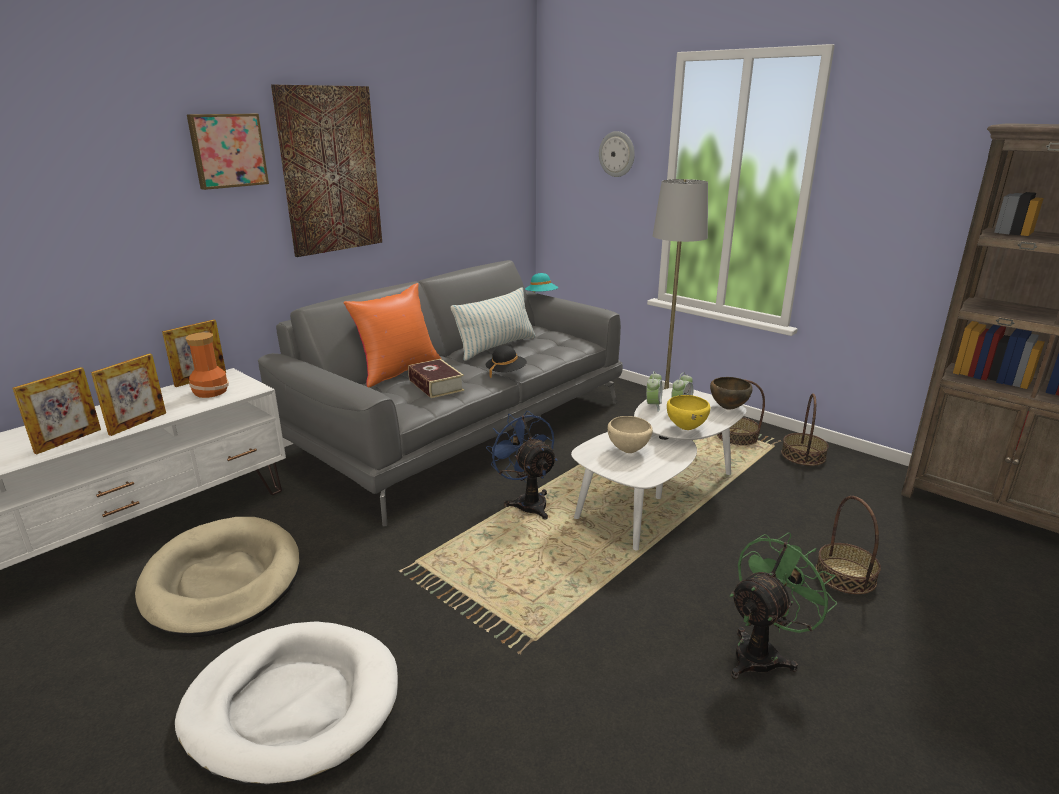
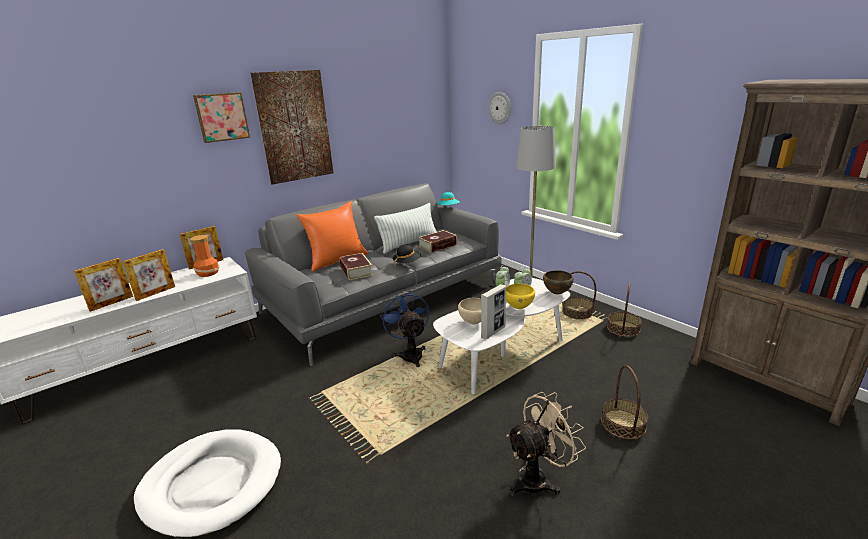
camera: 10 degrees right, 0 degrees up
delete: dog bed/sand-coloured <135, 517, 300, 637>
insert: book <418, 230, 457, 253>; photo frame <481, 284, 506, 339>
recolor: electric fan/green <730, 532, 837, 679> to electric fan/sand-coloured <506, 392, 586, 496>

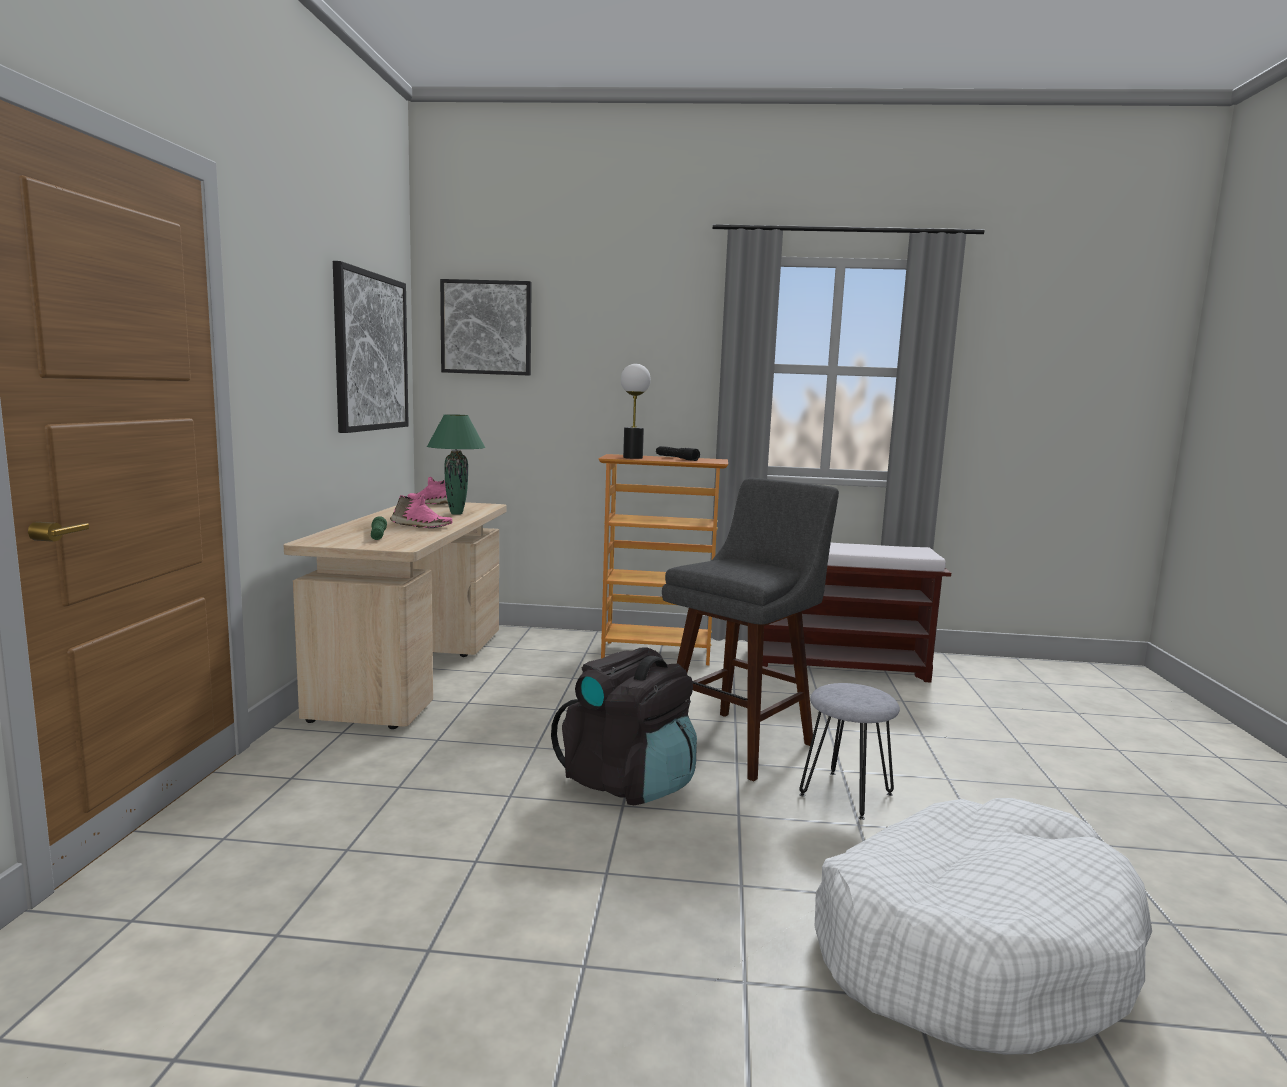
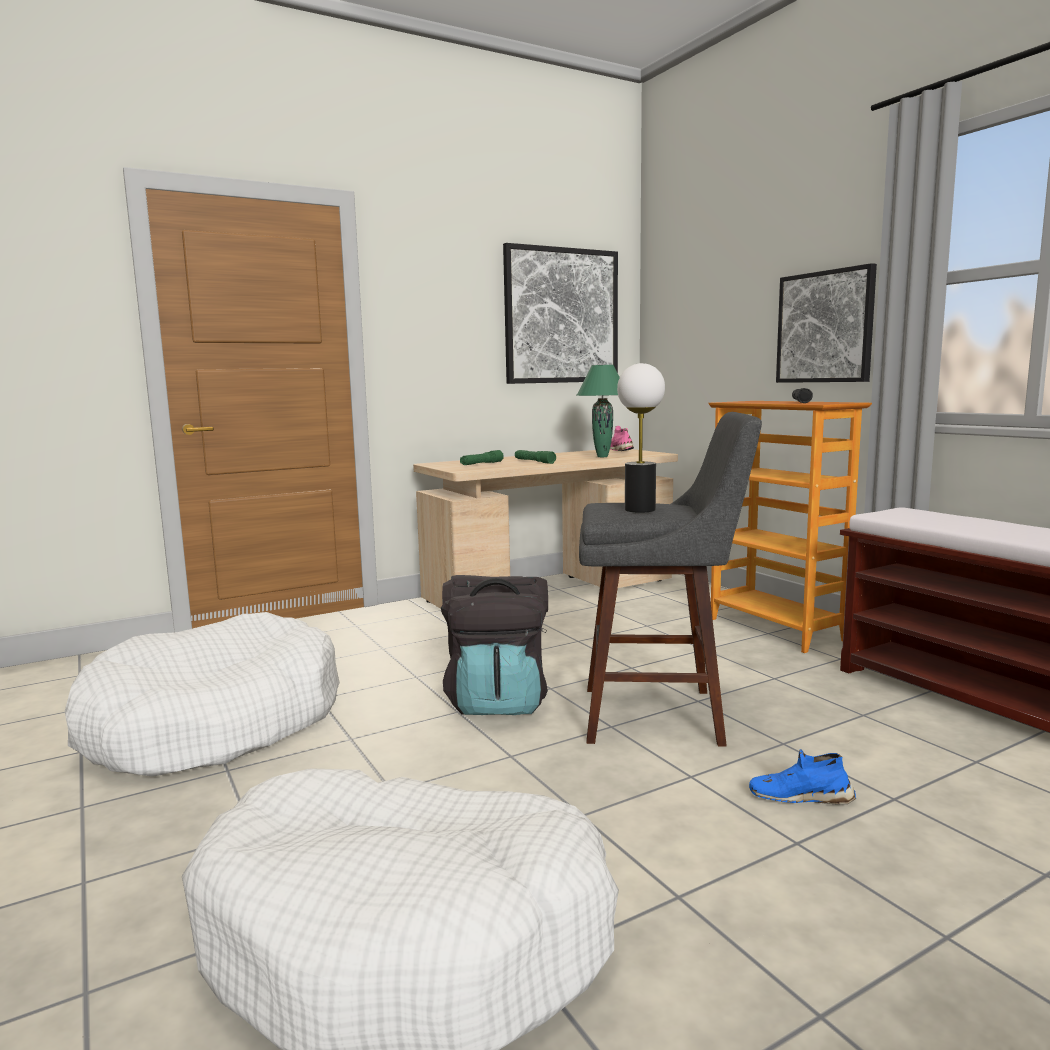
camera: 55 degrees right, 0 degrees up
delete: sitting stool/grey <799, 683, 900, 820>
insert: dog bed/white-coloured <65, 612, 340, 777>; item of footwear/blue-coloured <749, 749, 856, 804>
move: table lamp <621, 364, 651, 459> to <617, 363, 665, 513>; wall art <440, 279, 532, 376> to <776, 263, 877, 383>
replace: item of footwear/pink-coloured <390, 495, 452, 528> to hand torch/green <515, 450, 556, 464>

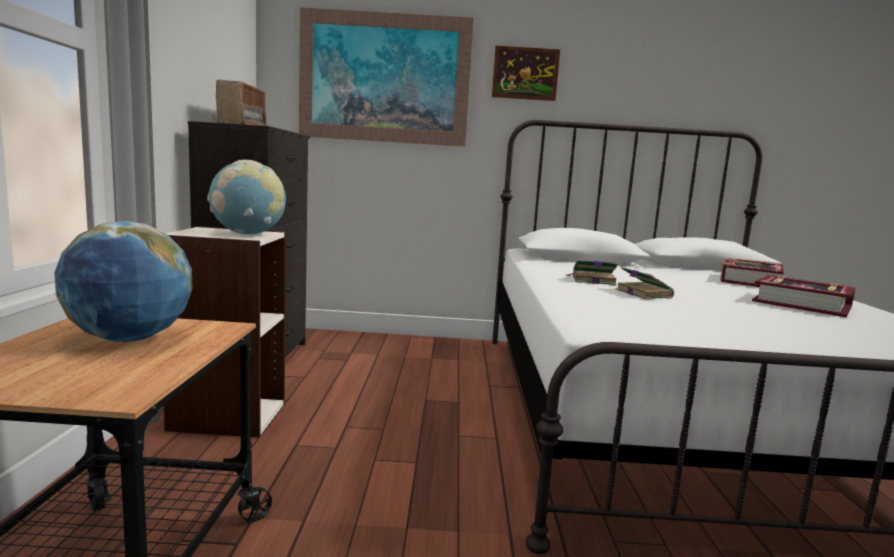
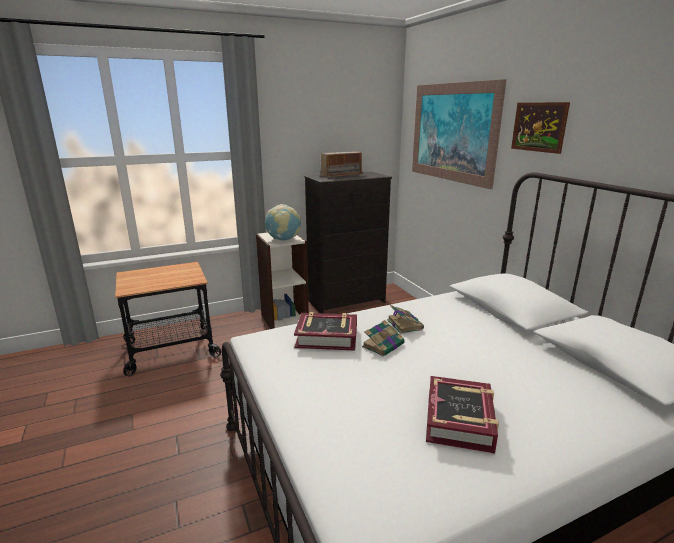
camera: 65 degrees right, 10 degrees up
delete: world globe <54, 221, 192, 342>
move: book <720, 258, 784, 287> to <294, 312, 357, 350>

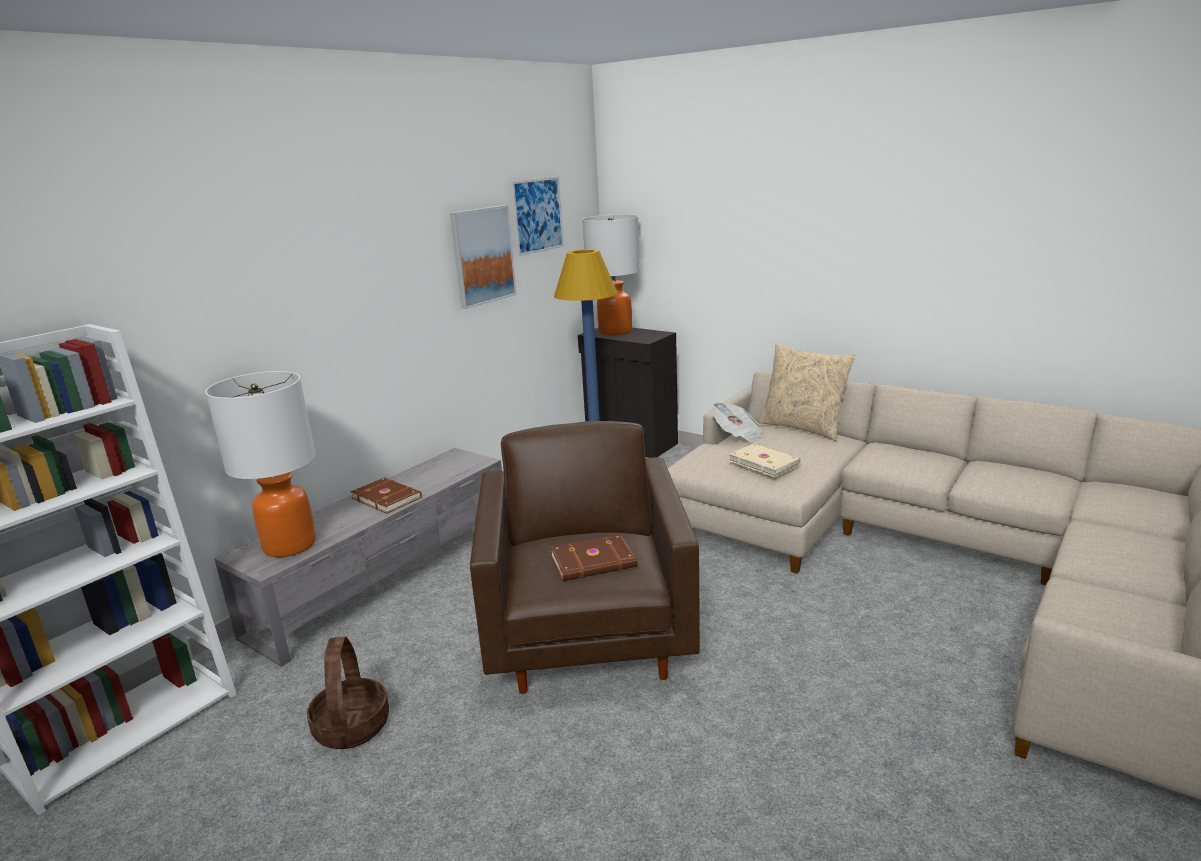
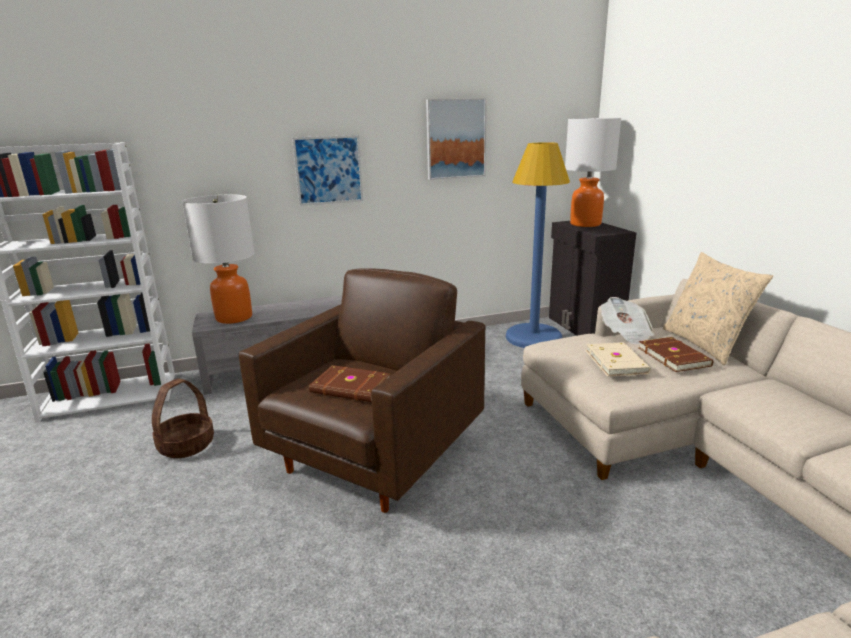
camera: 35 degrees right, 0 degrees up
move: wall art <511, 176, 564, 257> to <292, 135, 363, 206>; book/brown <350, 477, 422, 514> to <638, 337, 713, 372>

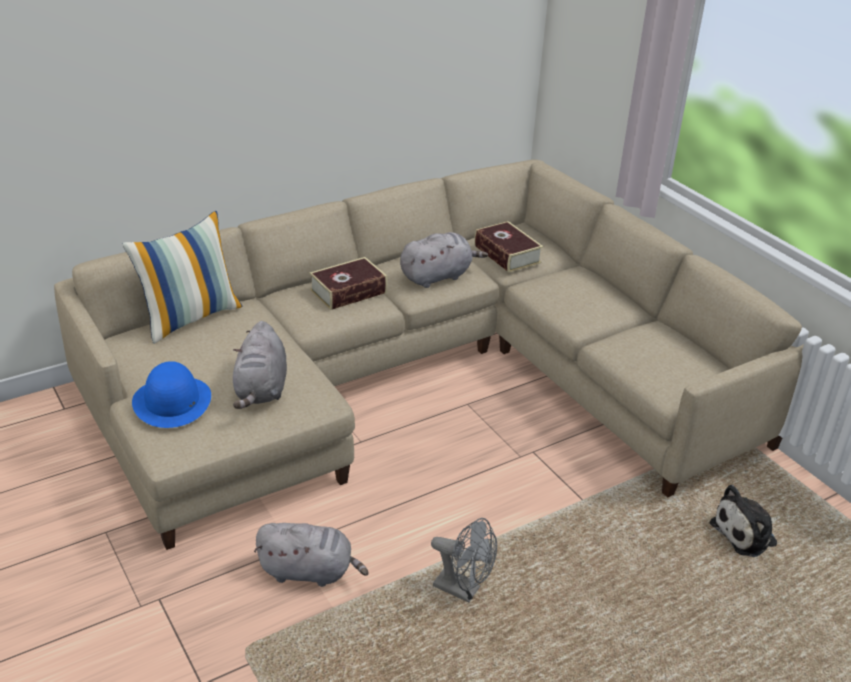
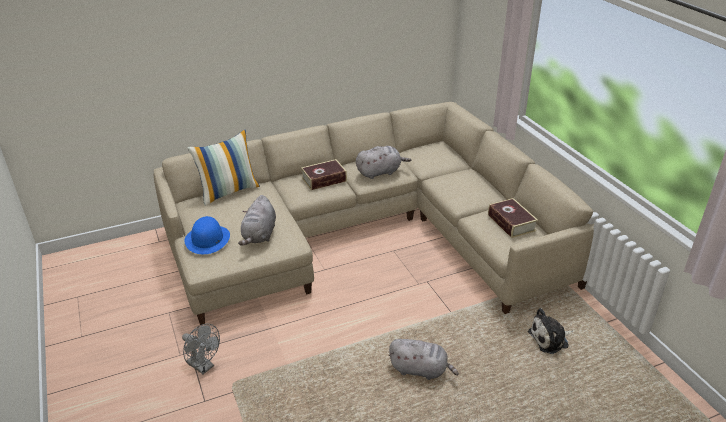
camera: 10 degrees right, 0 degrees up
move: electric fan/grey <431, 518, 497, 603> to <182, 324, 220, 374>; plush toy/grey <254, 523, 369, 587> to <389, 339, 459, 380>; book <474, 221, 543, 273> to <488, 198, 538, 238>

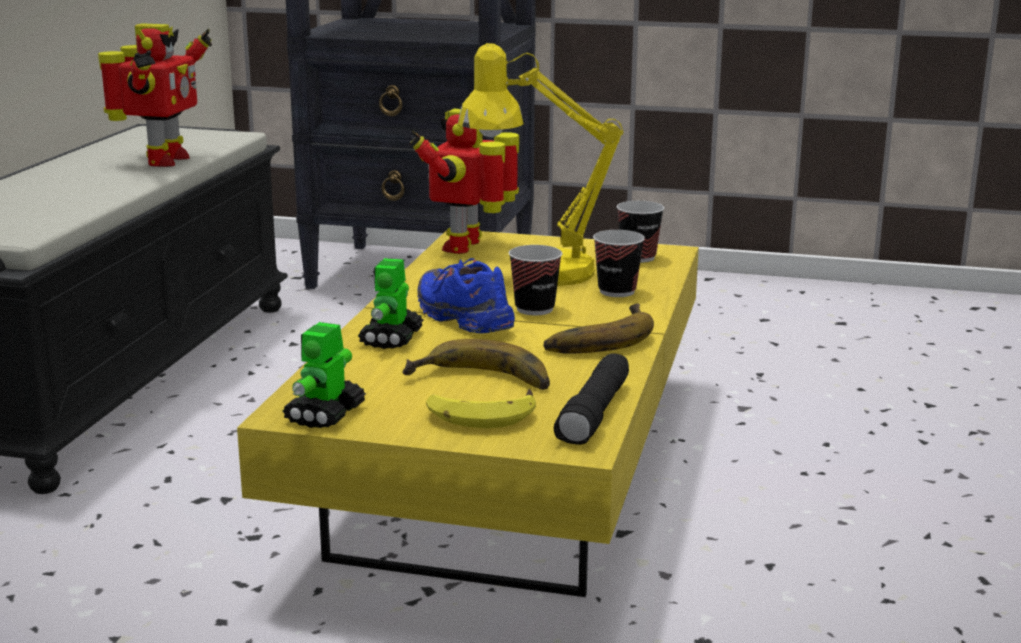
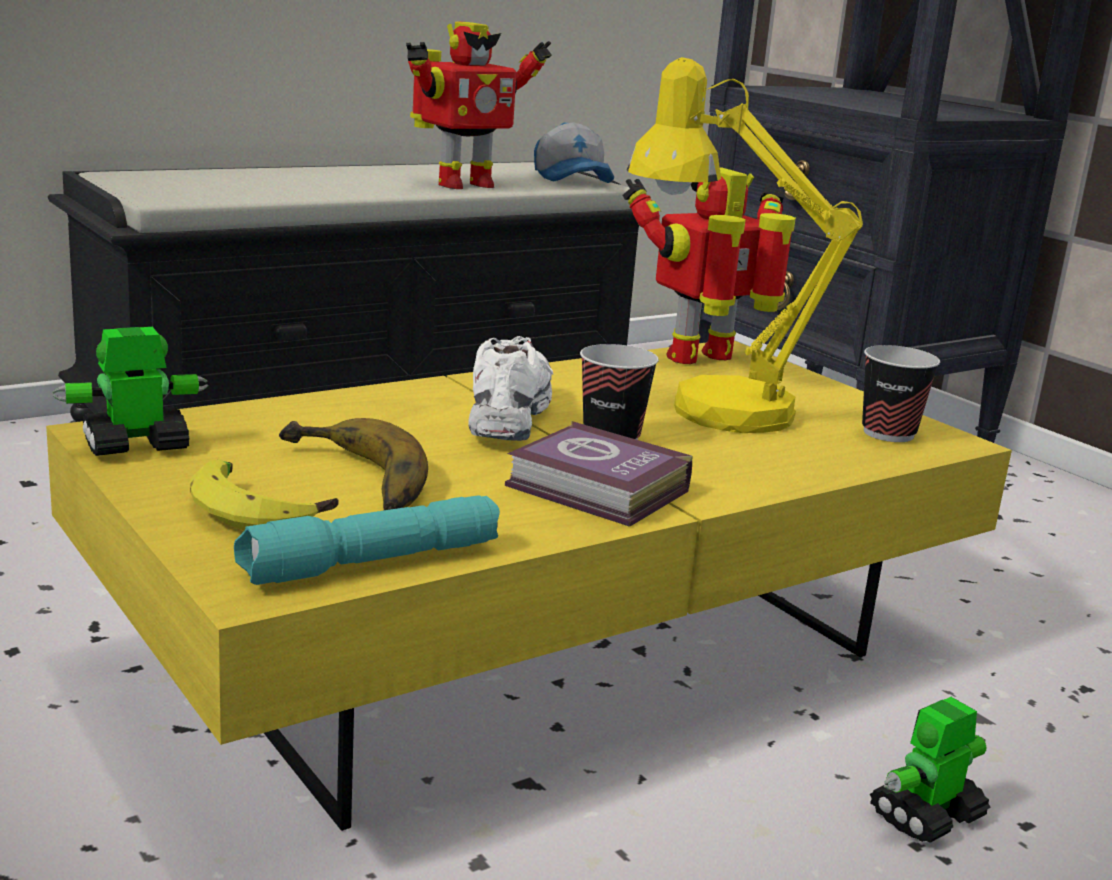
camera: 40 degrees right, 0 degrees up
delete: drinking cup <593, 230, 645, 297>
insert: cap <534, 122, 614, 183>
move: toy robot <358, 258, 423, 349> to <870, 697, 991, 843>
replace: banana <543, 303, 654, 354> to book <505, 421, 692, 527>
recolor: hand torch/blackish <554, 353, 629, 445> to hand torch/turquoise-coloured <234, 495, 500, 585>; item of footwear/blue-coloured <417, 258, 515, 333> to item of footwear/white-coloured <468, 336, 553, 441>

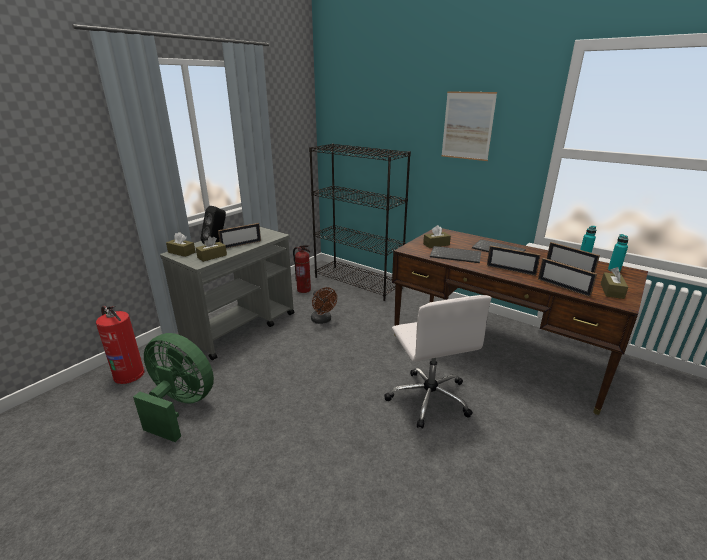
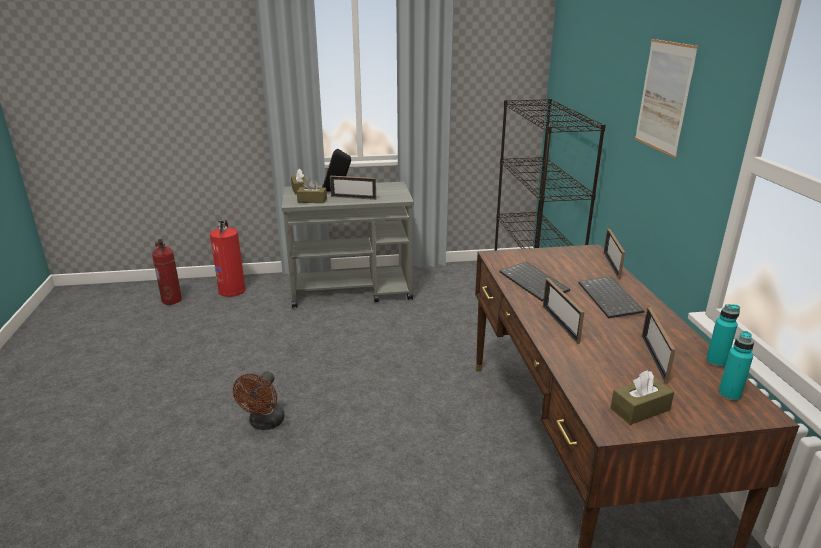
camera: 45 degrees right, 0 degrees up
delete: electric fan/green <133, 333, 214, 442>; office chair/white-coloured <384, 295, 492, 429>; tissue holder/brown <423, 225, 451, 248>
move: extinguisher <293, 245, 311, 293> to <152, 239, 182, 305>; electric fan/brown <311, 287, 337, 324> to <233, 371, 285, 430>; photo frame <538, 258, 597, 297> to <603, 228, 625, 279>

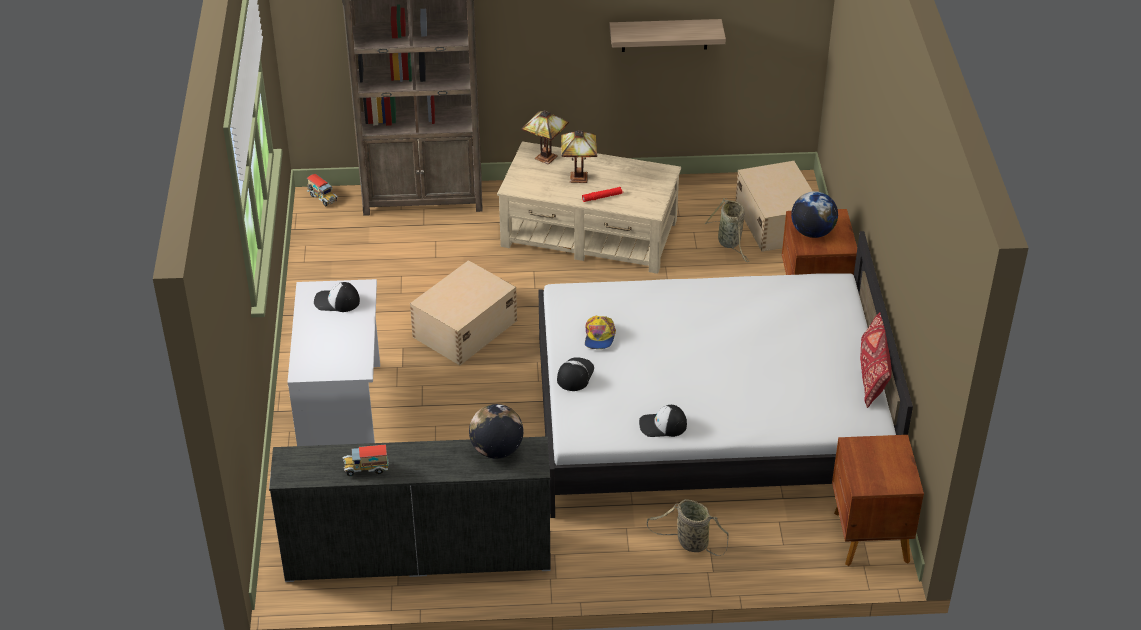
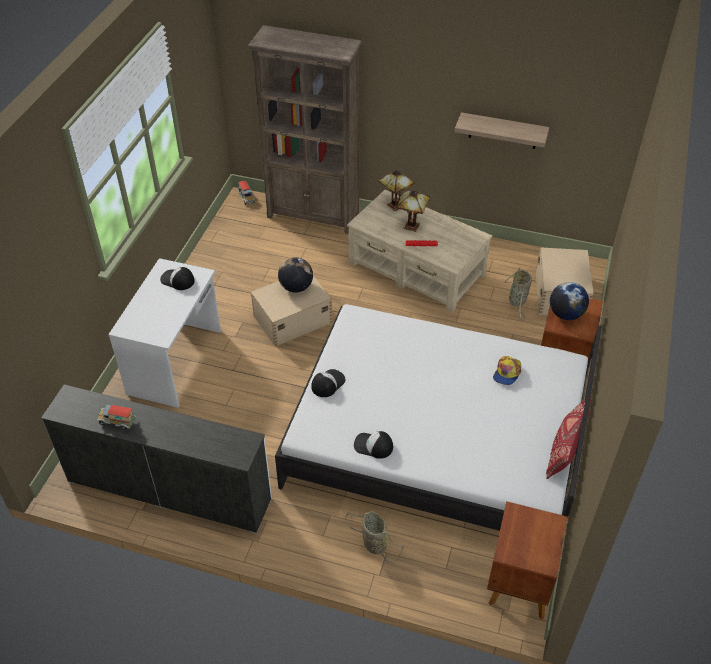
camera: 20 degrees right, 5 degrees up
move: world globe <469, 404, 524, 459> to <278, 257, 313, 293>; cap <585, 316, 616, 349> to <493, 356, 521, 385>

